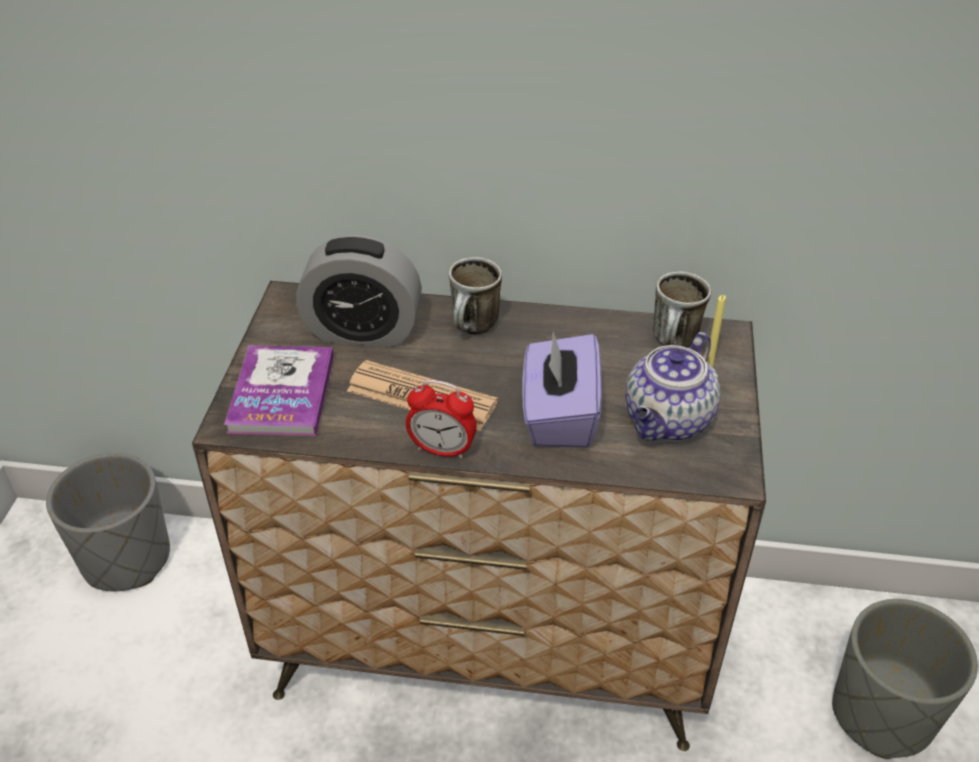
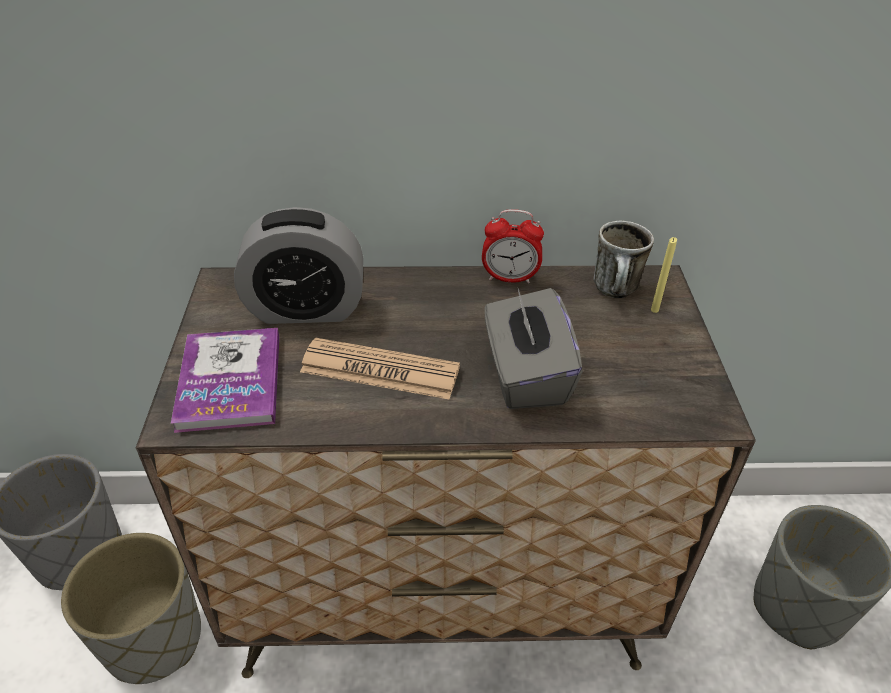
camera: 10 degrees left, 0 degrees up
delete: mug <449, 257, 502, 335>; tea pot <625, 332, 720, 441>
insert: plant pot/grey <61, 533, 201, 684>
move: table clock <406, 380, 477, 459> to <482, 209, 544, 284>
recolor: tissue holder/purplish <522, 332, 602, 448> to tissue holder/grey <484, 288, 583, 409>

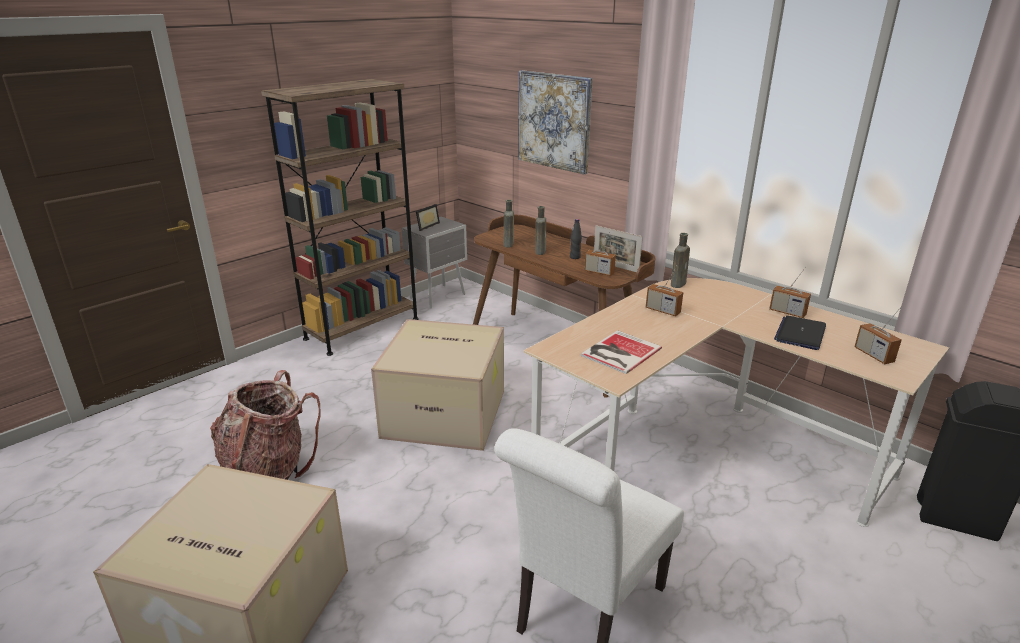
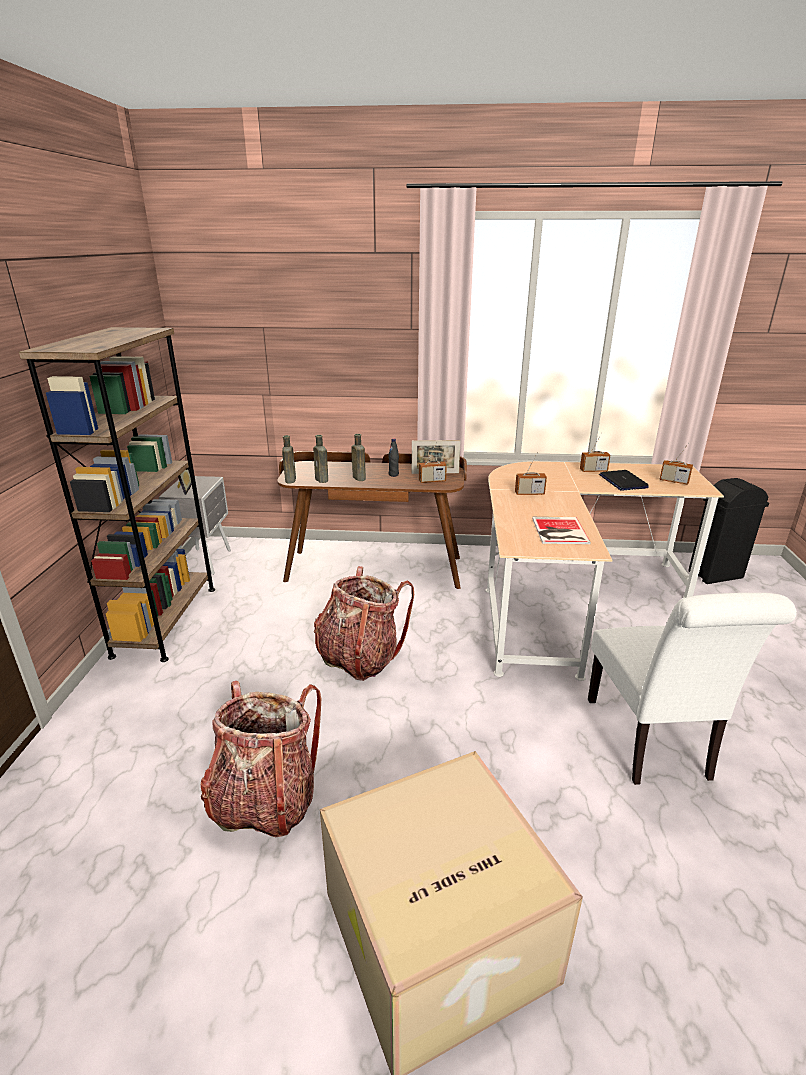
camera: 40 degrees left, 0 degrees up
delete: wall art <518, 70, 593, 174>
move: drink bottle/brown <671, 233, 690, 288> to <282, 435, 296, 483>
replace: cardboard box <371, 319, 504, 451> to knapsack <314, 566, 414, 681>

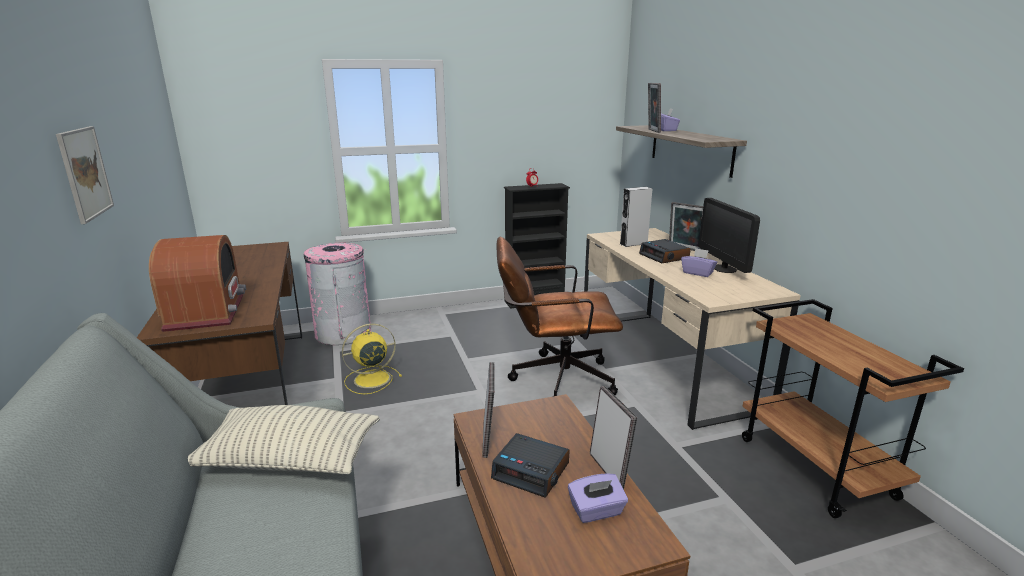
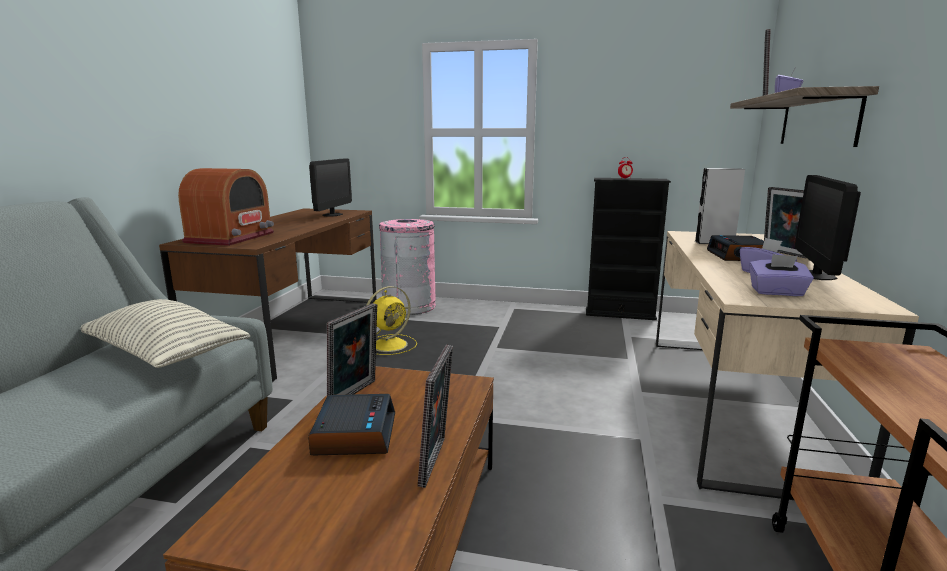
camera: 30 degrees right, 5 degrees down
delete: wall art <56, 126, 114, 224>; office chair/brown <497, 237, 623, 396>
insert: computer display <309, 158, 352, 217>
move: tissue holder/purplish <568, 473, 628, 523> to <749, 254, 814, 296>
rotate: table clock <491, 433, 570, 497> = <308, 394, 395, 455> 150 degrees counterclockwise; electric fan/yellow-coloured <342, 323, 402, 394> = <366, 286, 417, 355> 135 degrees clockwise

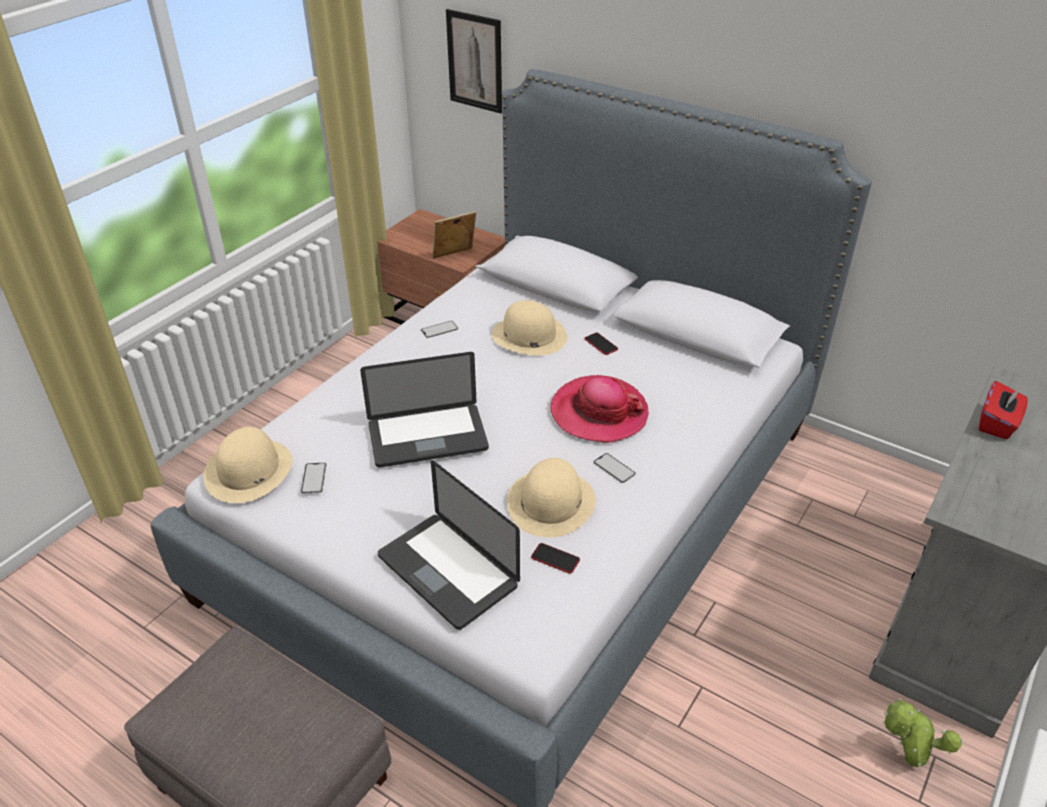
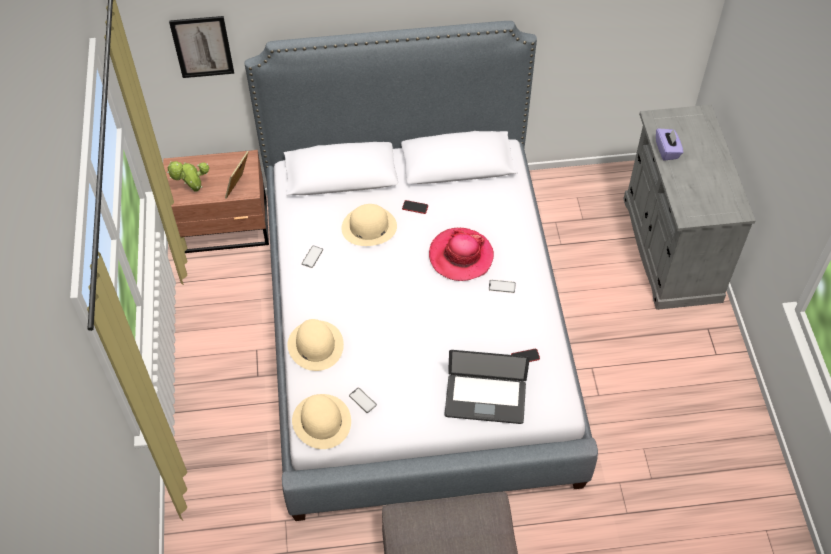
camera: 40 degrees left, 15 degrees up
delete: laptop <360, 352, 489, 468>
move: houseplant <883, 698, 964, 767> to <167, 161, 209, 192>; wearable hat/sand-coloured <507, 458, 596, 538> to <287, 319, 344, 371>
recolor: tissue holder/red <979, 381, 1028, 439> to tissue holder/purplish <656, 128, 683, 161>

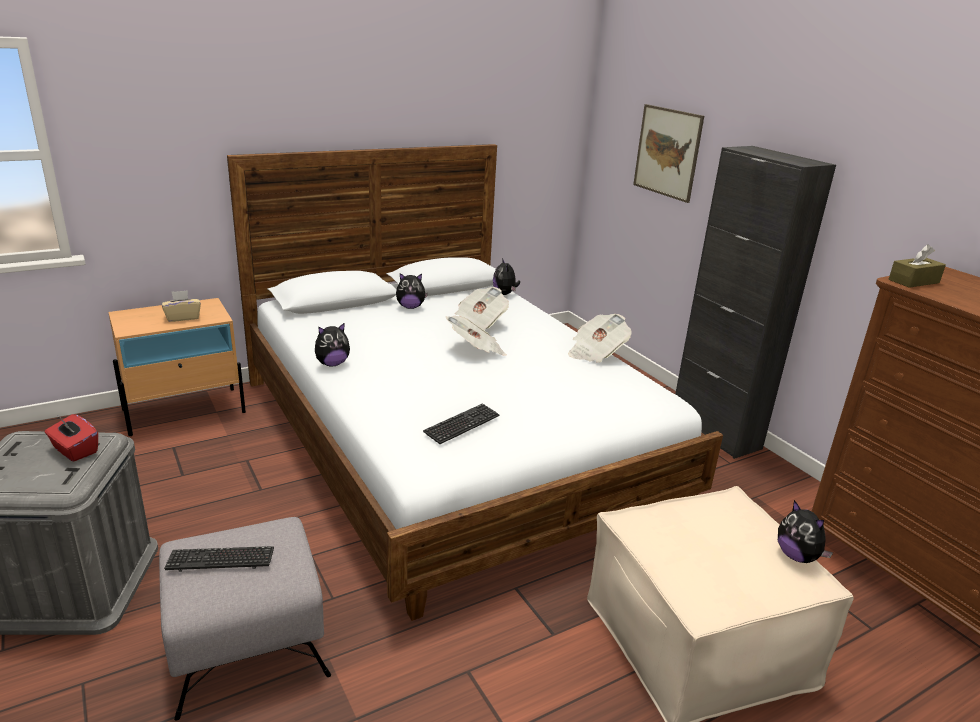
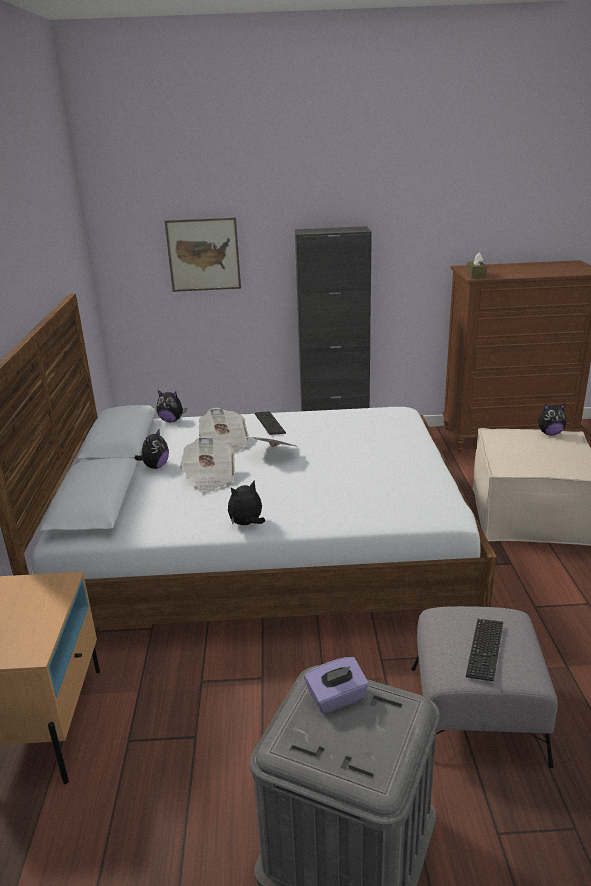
camera: 60 degrees left, 0 degrees up
delete: tissue holder/sand-coloured <162, 290, 201, 322>
move: newspaper <568, 314, 632, 363> to <180, 436, 235, 493>; PC keyboard <423, 404, 499, 444> to <255, 411, 286, 435>
recolor: tissue holder/red <45, 414, 98, 462> to tissue holder/purplish <304, 657, 369, 714>
rotate: plush toy <315, 323, 350, 367> = <228, 481, 265, 525> 120 degrees counterclockwise

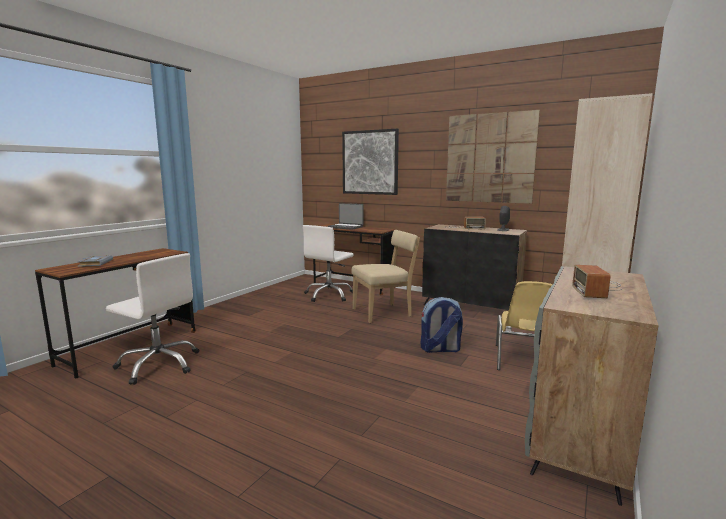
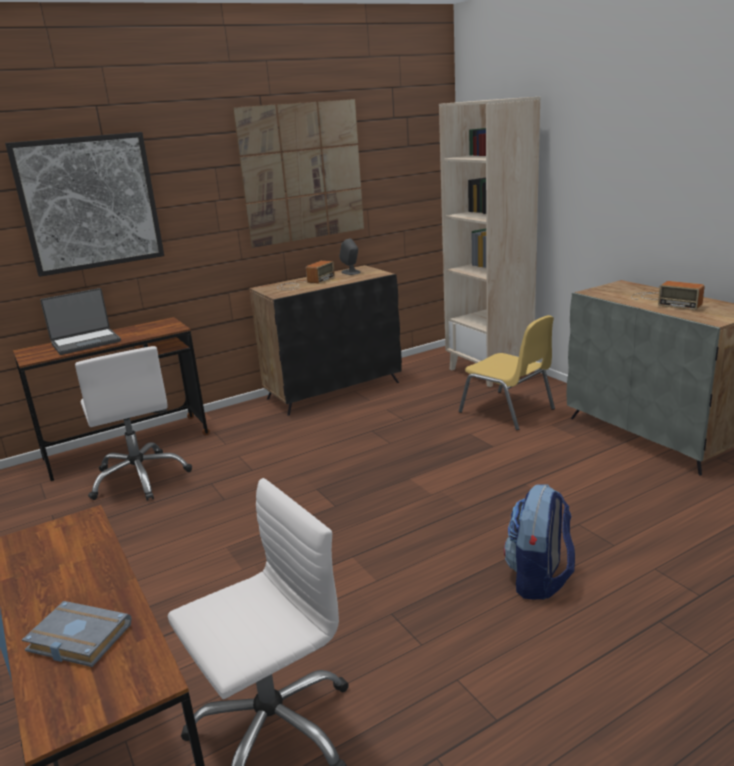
camera: 60 degrees left, 10 degrees up
delete: upright chair/sand-coloured <351, 230, 420, 323>
move: knapsack <421, 297, 463, 353> to <504, 484, 575, 600>

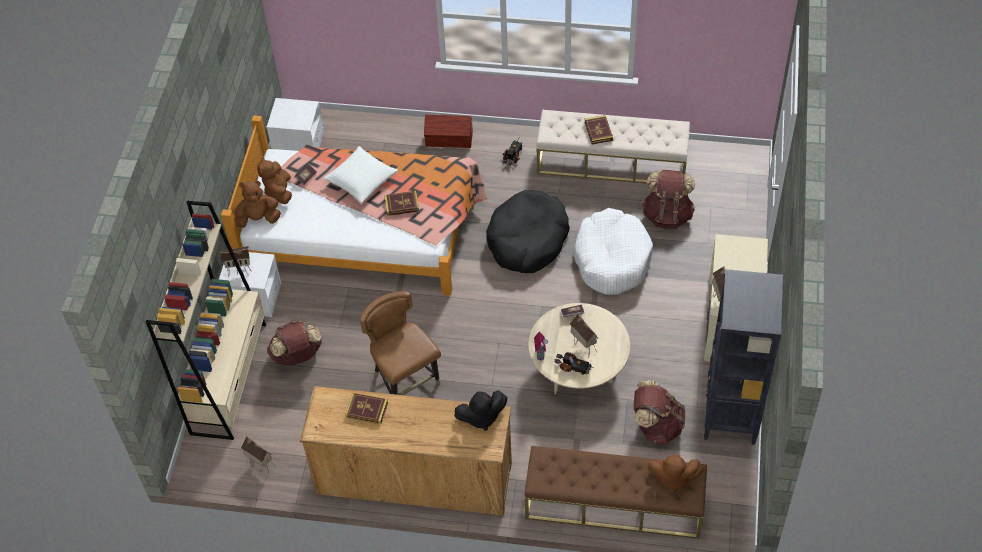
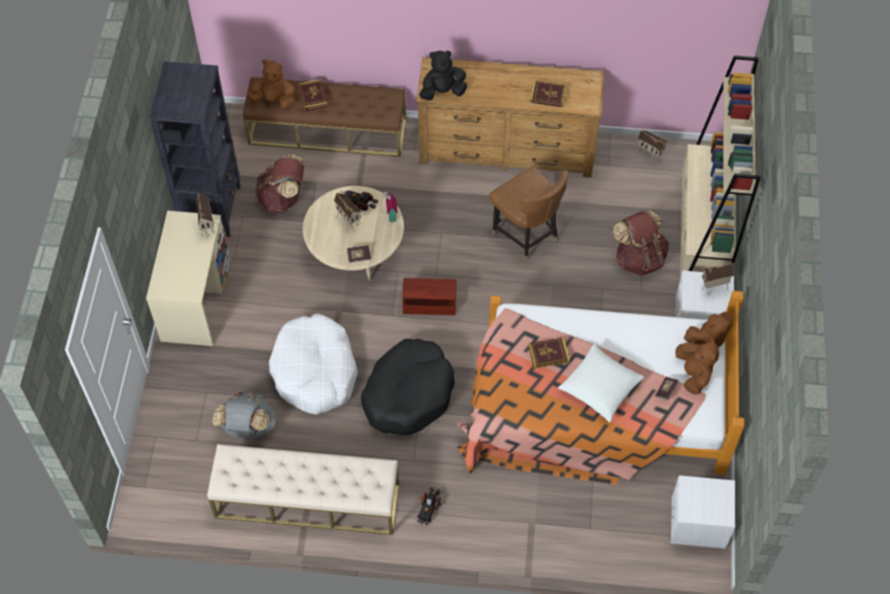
camera: 175 degrees right, 5 degrees up
move: book <584, 115, 613, 145> to <299, 79, 328, 111>; storage container/brown <424, 115, 473, 148> to <402, 278, 456, 315>
recolor: knapsack/brown <642, 170, 695, 229> to knapsack/grey <213, 392, 277, 440>

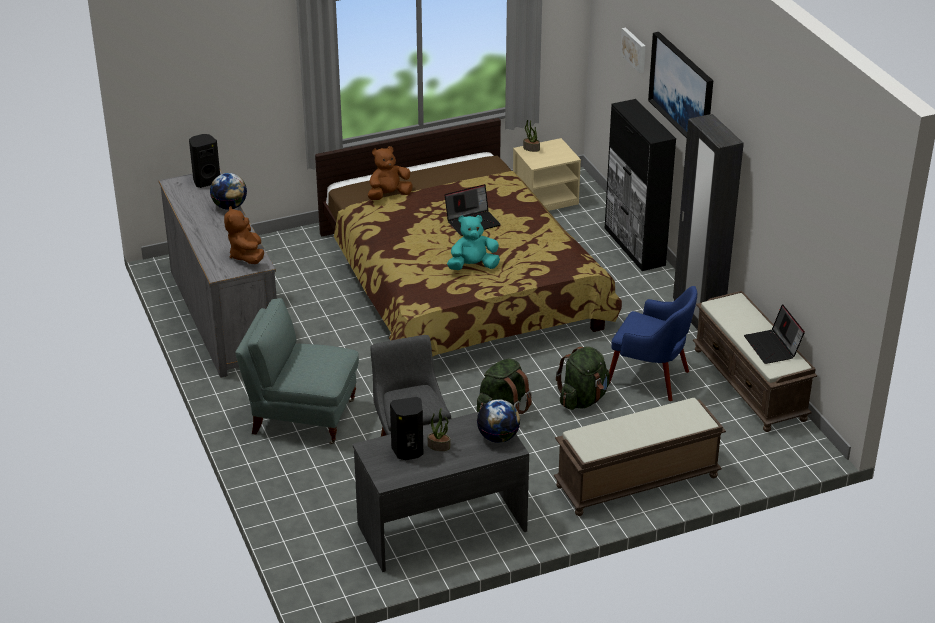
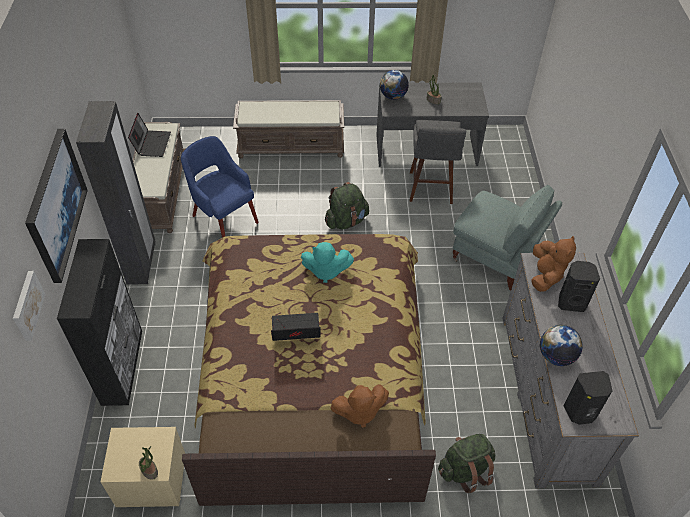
camera: 160 degrees left, 15 degrees up
move: knapsack/green <556, 346, 610, 410> to <438, 434, 495, 493>; audio speaker/blackish <390, 397, 423, 460> to <558, 261, 600, 312>

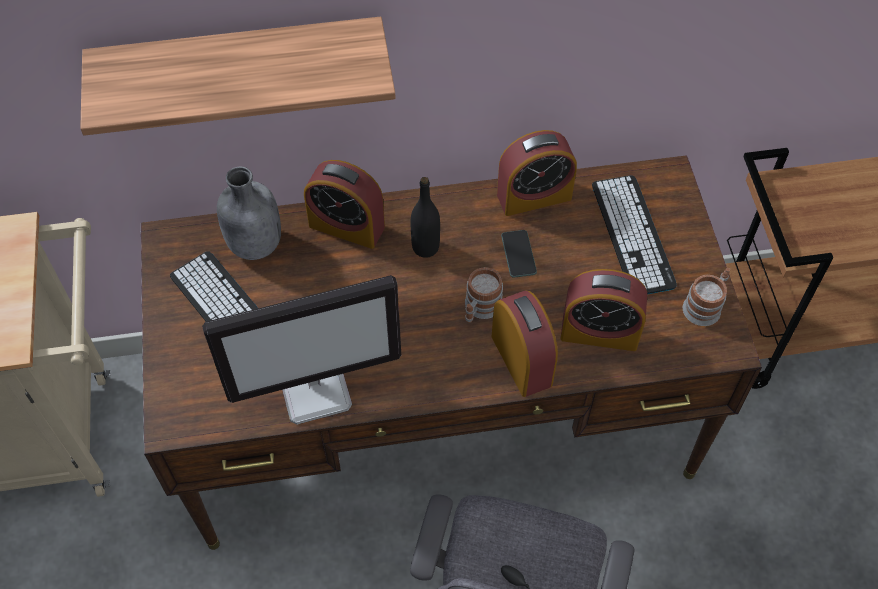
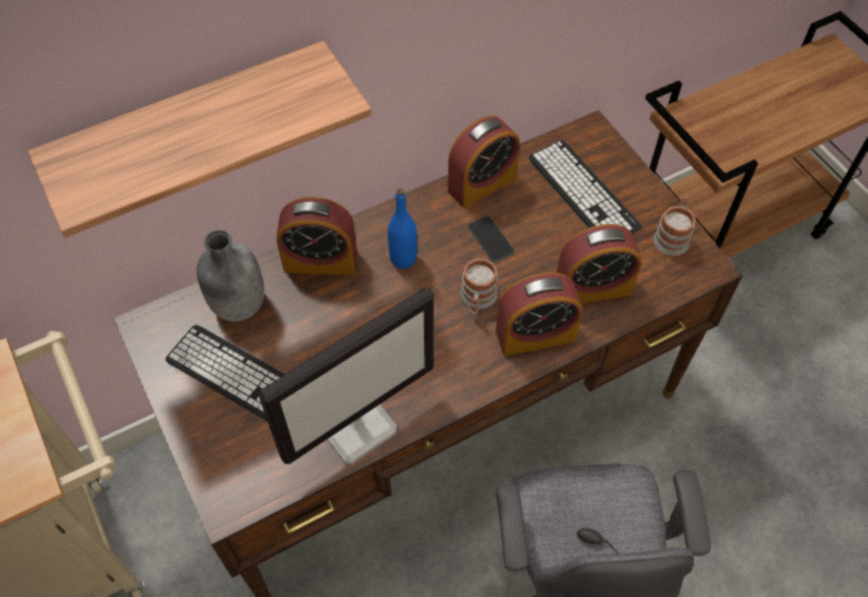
camera: 20 degrees left, 0 degrees up
recolor: drink bottle/blackish <411, 177, 440, 258> to drink bottle/blue-coloured <388, 188, 417, 269>
rotate: table clock <492, 291, 558, 397> = <496, 272, 582, 356> 120 degrees clockwise

